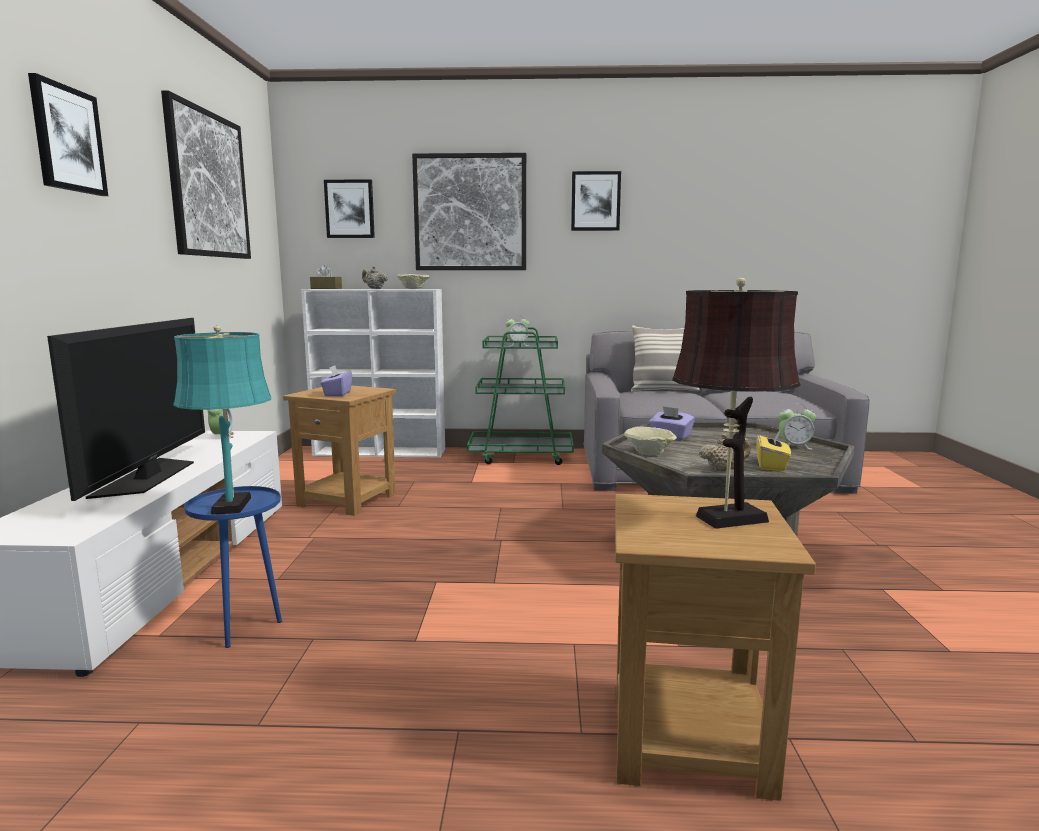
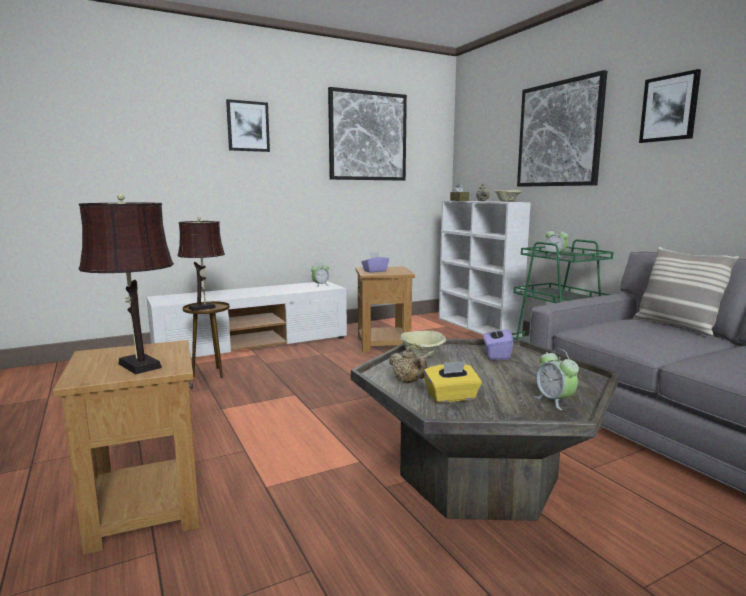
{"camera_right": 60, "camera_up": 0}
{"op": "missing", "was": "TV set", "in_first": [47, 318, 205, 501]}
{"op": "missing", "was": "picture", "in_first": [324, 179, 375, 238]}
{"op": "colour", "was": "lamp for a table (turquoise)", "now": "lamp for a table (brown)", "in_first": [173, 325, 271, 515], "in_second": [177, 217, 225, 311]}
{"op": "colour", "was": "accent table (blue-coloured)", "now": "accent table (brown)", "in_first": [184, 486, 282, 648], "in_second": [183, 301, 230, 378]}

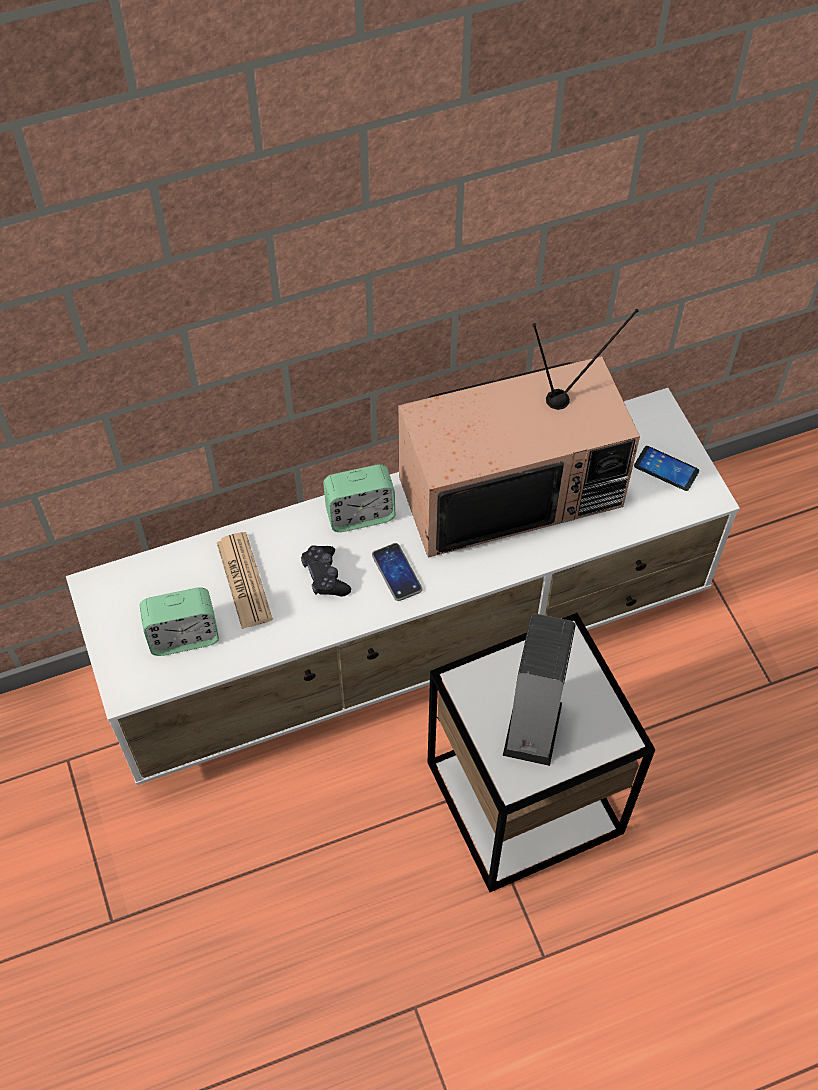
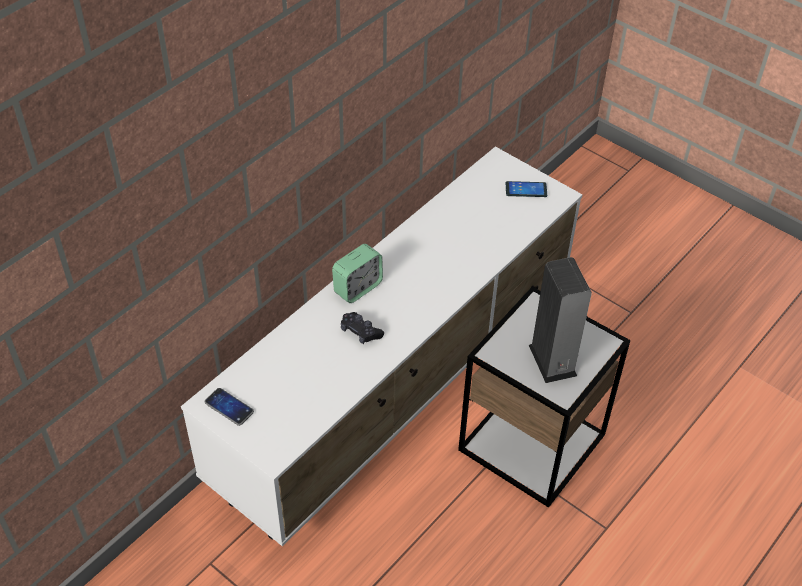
{"camera_right": -30, "camera_up": -10}
{"op": "missing", "was": "bedside clock", "in_first": [140, 587, 219, 656]}
{"op": "missing", "was": "newspaper", "in_first": [217, 532, 273, 629]}
{"op": "missing", "was": "TV set", "in_first": [398, 309, 640, 557]}
{"op": "relocated", "was": "telephone", "in_first": [372, 543, 422, 601], "in_second": [205, 388, 254, 426]}

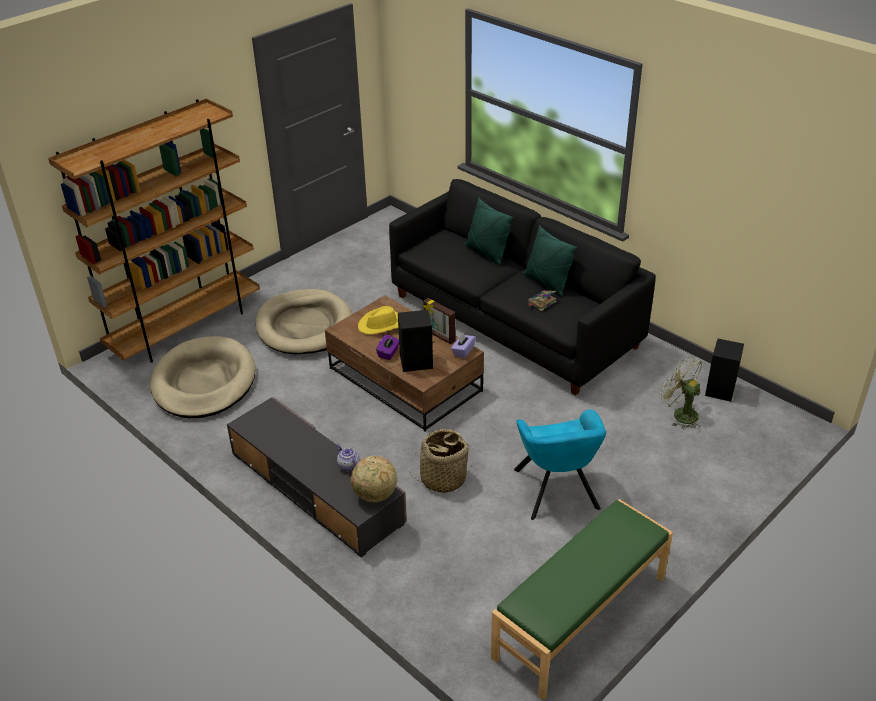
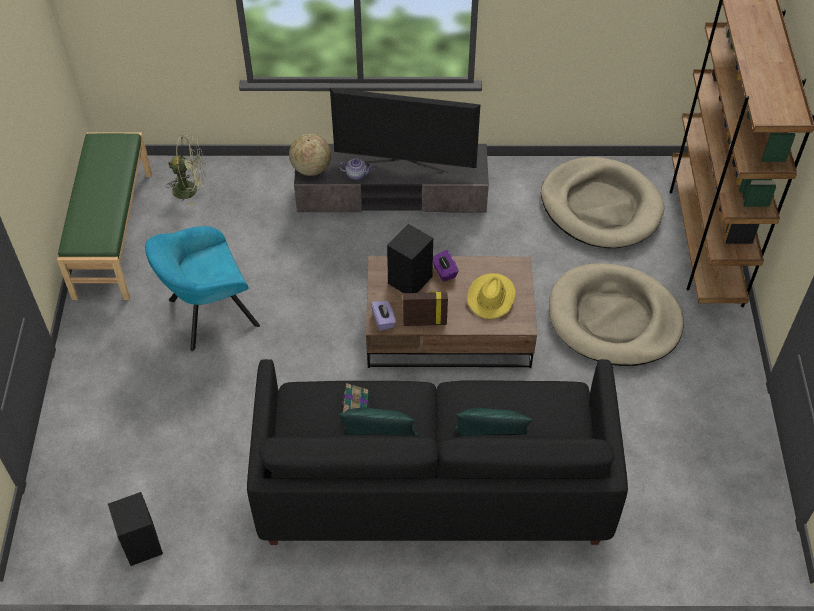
{"camera_right": 135, "camera_up": 15}
{"op": "missing", "was": "household basket", "in_first": [409, 429, 471, 493]}
{"op": "appeared", "now": "TV set", "in_second": [330, 88, 480, 173]}
{"op": "relocated", "was": "fan (green-coloured)", "in_first": [660, 356, 702, 429], "in_second": [166, 135, 206, 206]}
{"op": "spun", "was": "easy chair (turquoise)", "in_first": [514, 409, 606, 520], "in_second": [145, 226, 260, 351], "clockwise": -60}

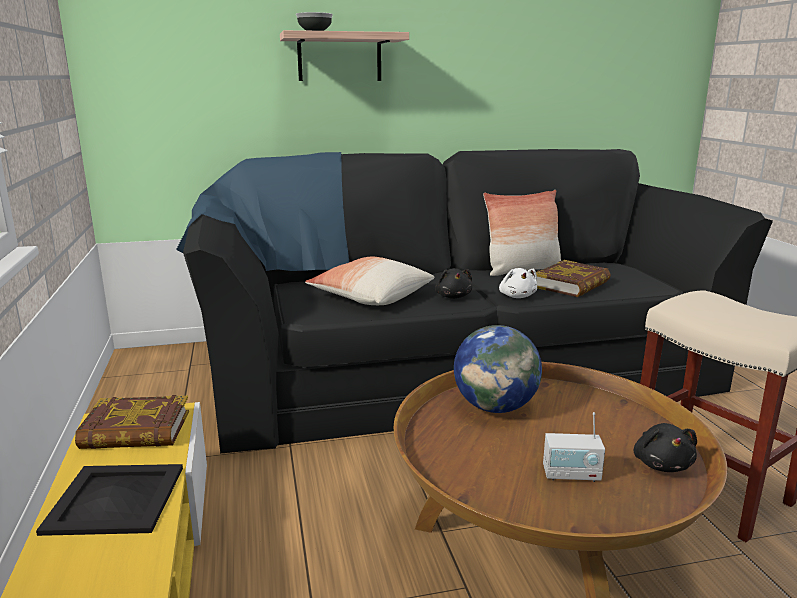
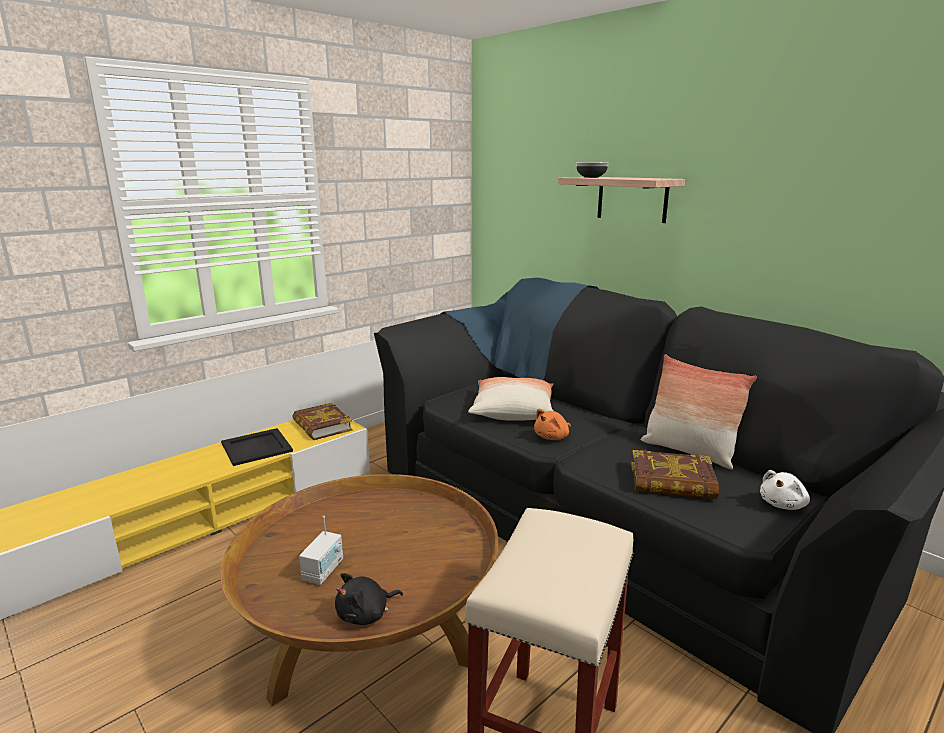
{"camera_right": 60, "camera_up": 0}
{"op": "missing", "was": "world globe", "in_first": [454, 325, 542, 413]}
{"op": "relocated", "was": "soft toy (white)", "in_first": [499, 268, 537, 298], "in_second": [760, 470, 810, 510]}
{"op": "colour", "was": "soft toy (black-coloured)", "now": "soft toy (orange)", "in_first": [435, 268, 472, 299], "in_second": [534, 408, 571, 440]}
{"op": "spun", "was": "radio", "in_first": [543, 412, 605, 482], "in_second": [299, 516, 343, 585], "clockwise": -135}

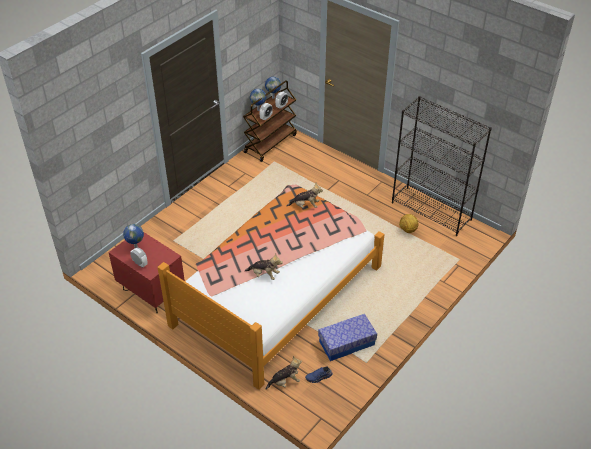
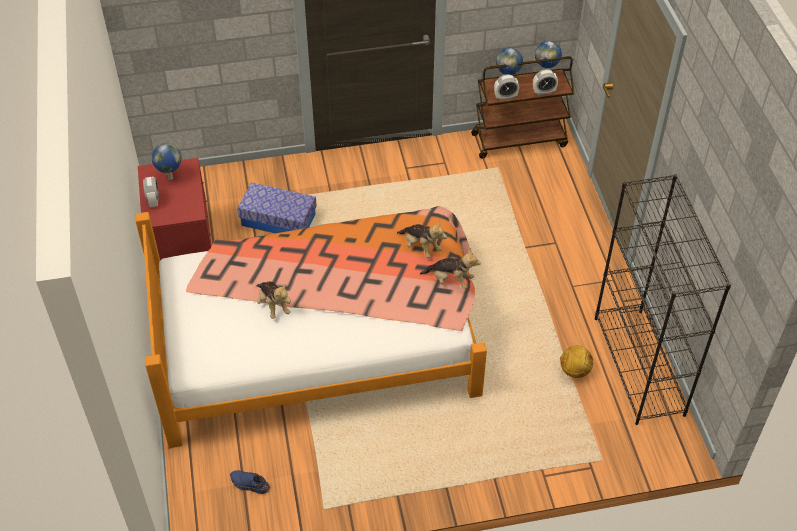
{"camera_right": 40, "camera_up": 5}
{"op": "relocated", "was": "soft toy", "in_first": [265, 356, 302, 390], "in_second": [420, 248, 481, 289]}
{"op": "relocated", "was": "storage container", "in_first": [318, 314, 377, 361], "in_second": [237, 182, 317, 233]}

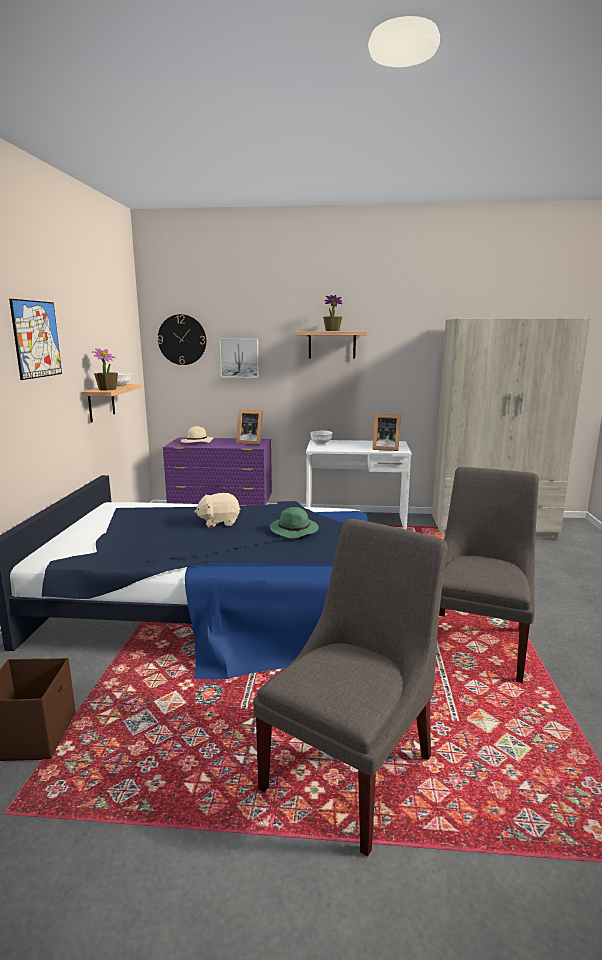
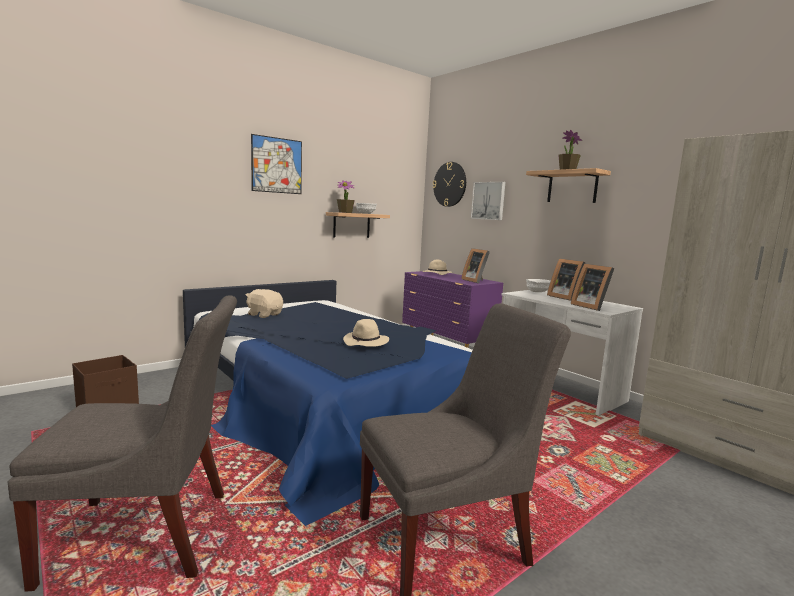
{"camera_right": 45, "camera_up": -5}
{"op": "appeared", "now": "standing frame", "in_second": [547, 258, 585, 301]}
{"op": "relocated", "was": "soft toy (beige)", "in_first": [194, 493, 240, 528], "in_second": [246, 289, 283, 318]}
{"op": "colour", "was": "hat (green-coloured)", "now": "hat (beige)", "in_first": [270, 507, 319, 539], "in_second": [343, 319, 389, 347]}

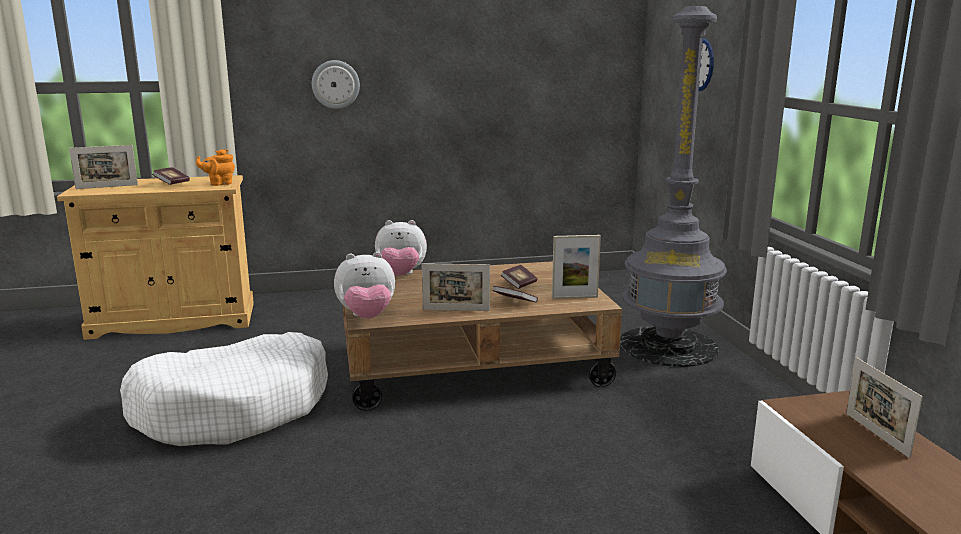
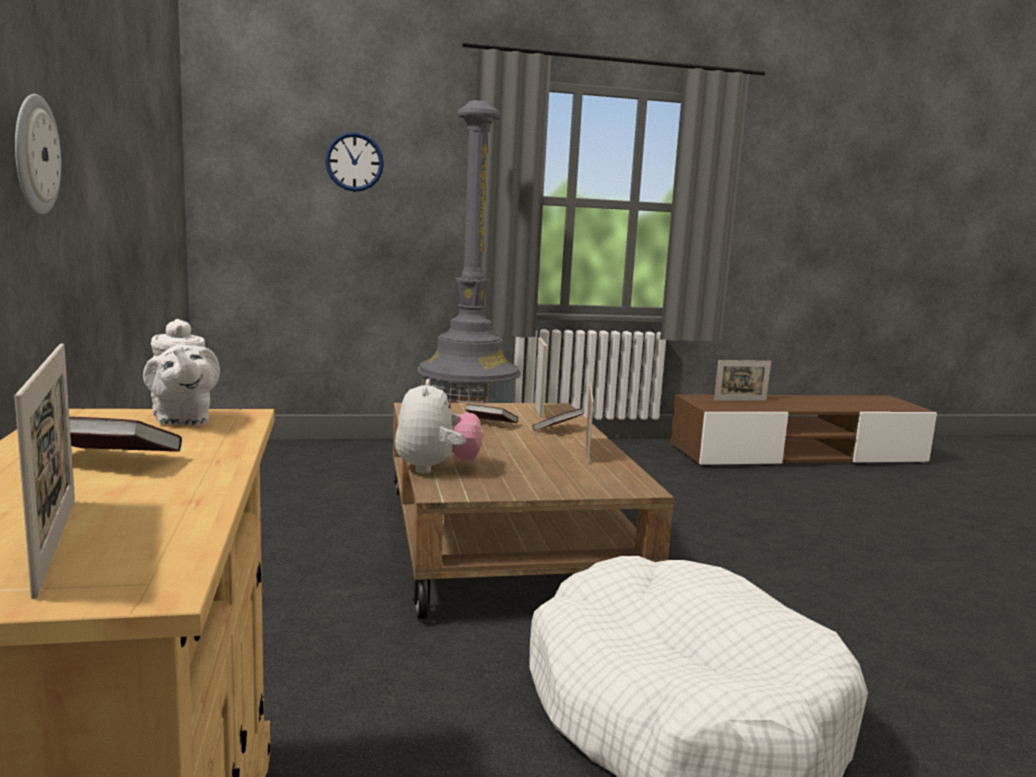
{"camera_right": -90, "camera_up": -5}
{"op": "missing", "was": "soft toy", "in_first": [334, 252, 395, 319]}
{"op": "colour", "was": "pot for tea (orange)", "now": "pot for tea (white)", "in_first": [196, 149, 235, 186], "in_second": [143, 319, 220, 425]}

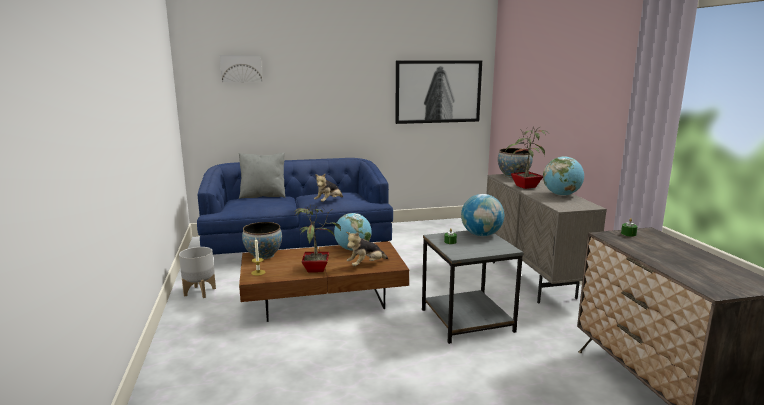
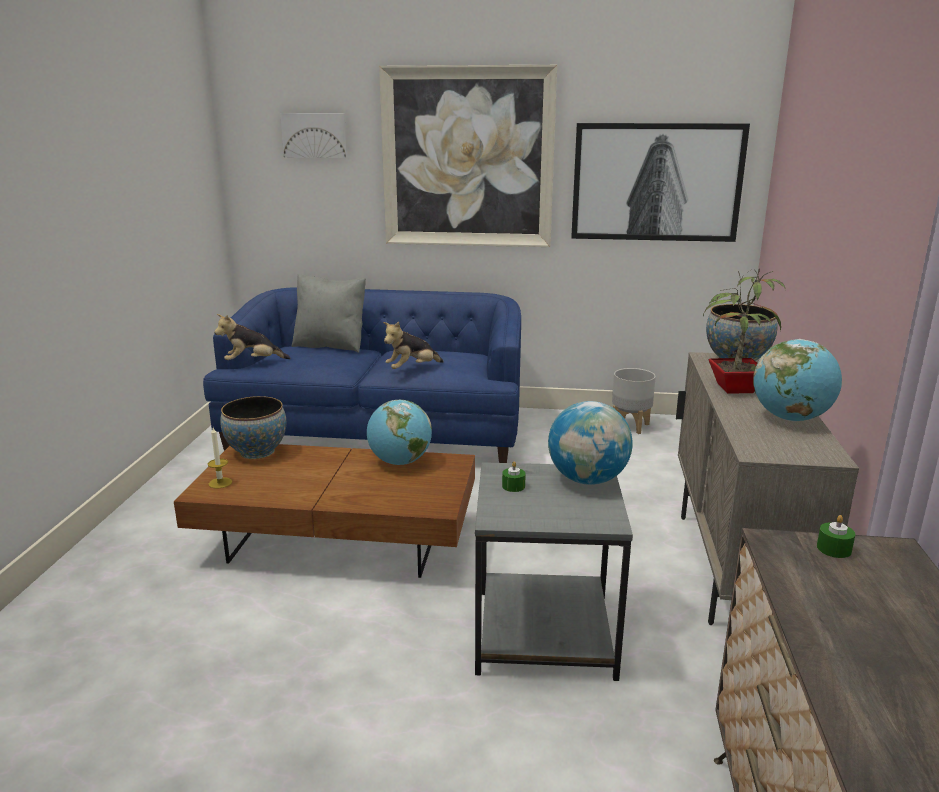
{"camera_right": 20, "camera_up": 5}
{"op": "missing", "was": "plant in a pot", "in_first": [294, 206, 341, 272]}
{"op": "appeared", "now": "picture", "in_second": [379, 65, 557, 247]}
{"op": "relocated", "was": "plant pot (greyish)", "in_first": [179, 247, 216, 298], "in_second": [612, 368, 656, 434]}
{"op": "relocated", "was": "soft toy", "in_first": [346, 232, 388, 266], "in_second": [214, 314, 290, 360]}

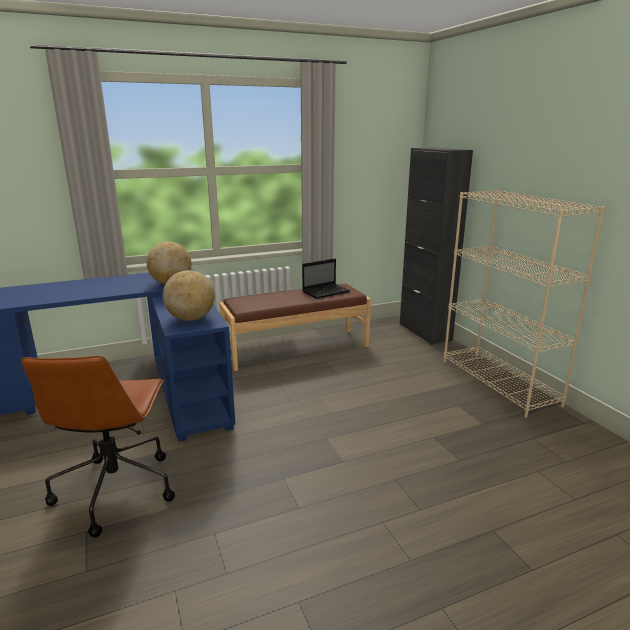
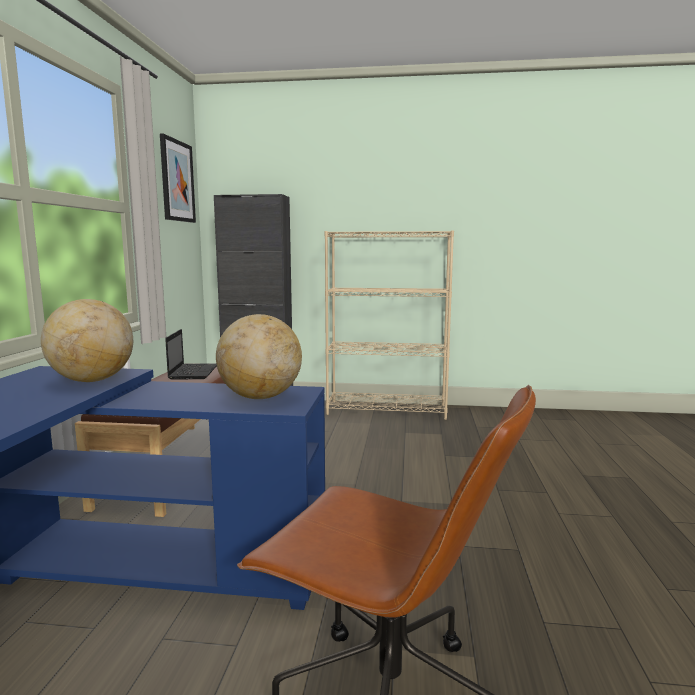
{"camera_right": -60, "camera_up": -10}
{"op": "appeared", "now": "picture", "in_second": [160, 133, 196, 223]}

